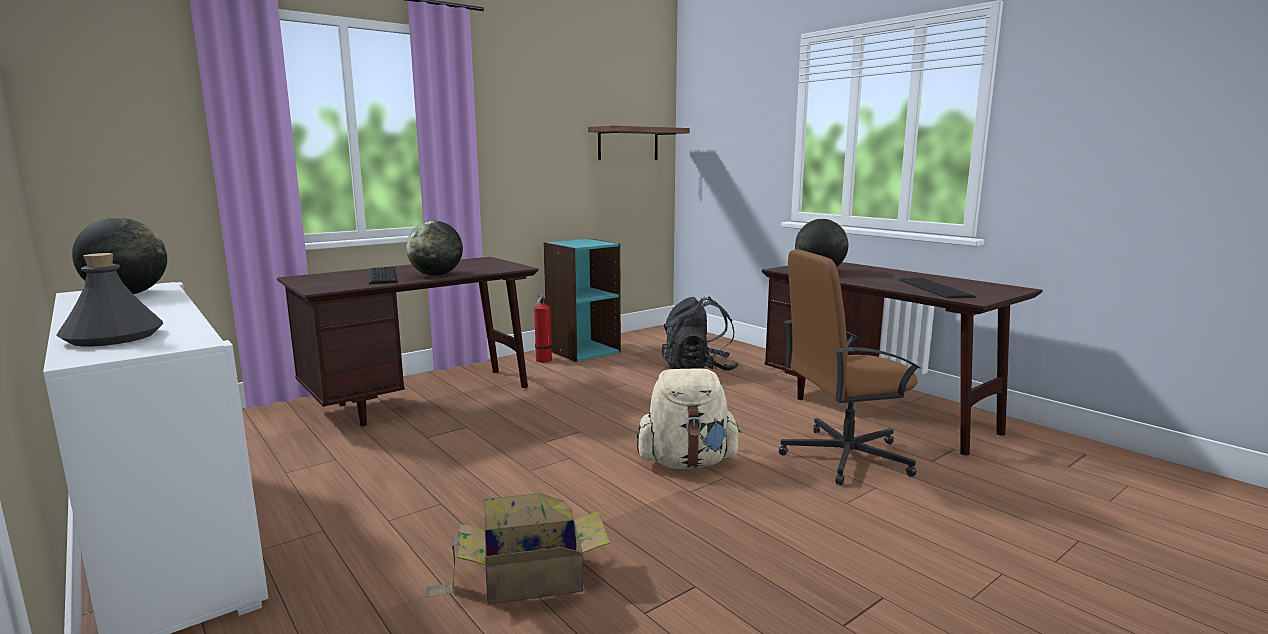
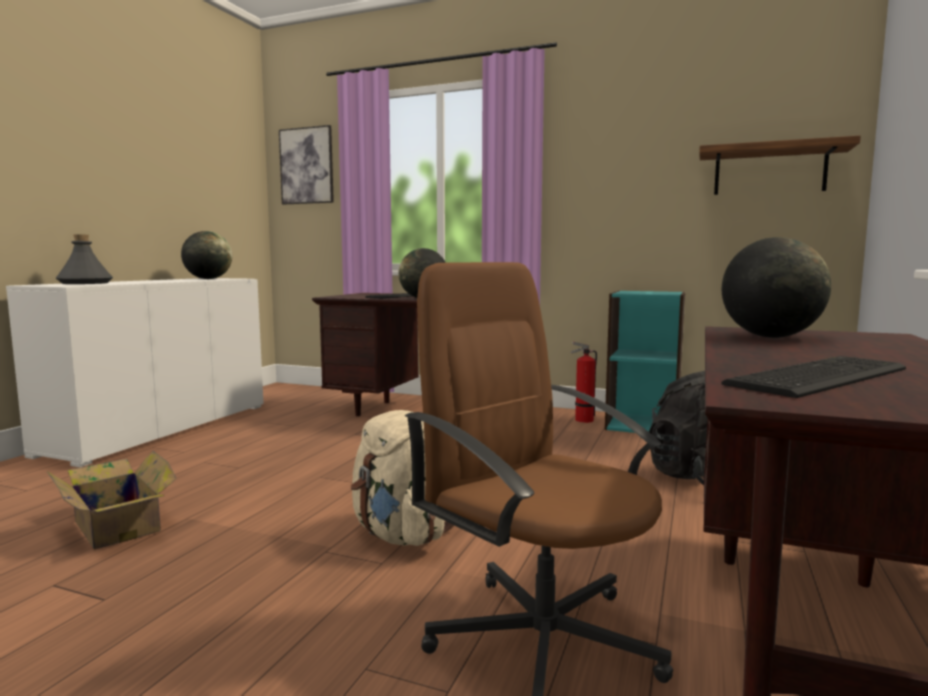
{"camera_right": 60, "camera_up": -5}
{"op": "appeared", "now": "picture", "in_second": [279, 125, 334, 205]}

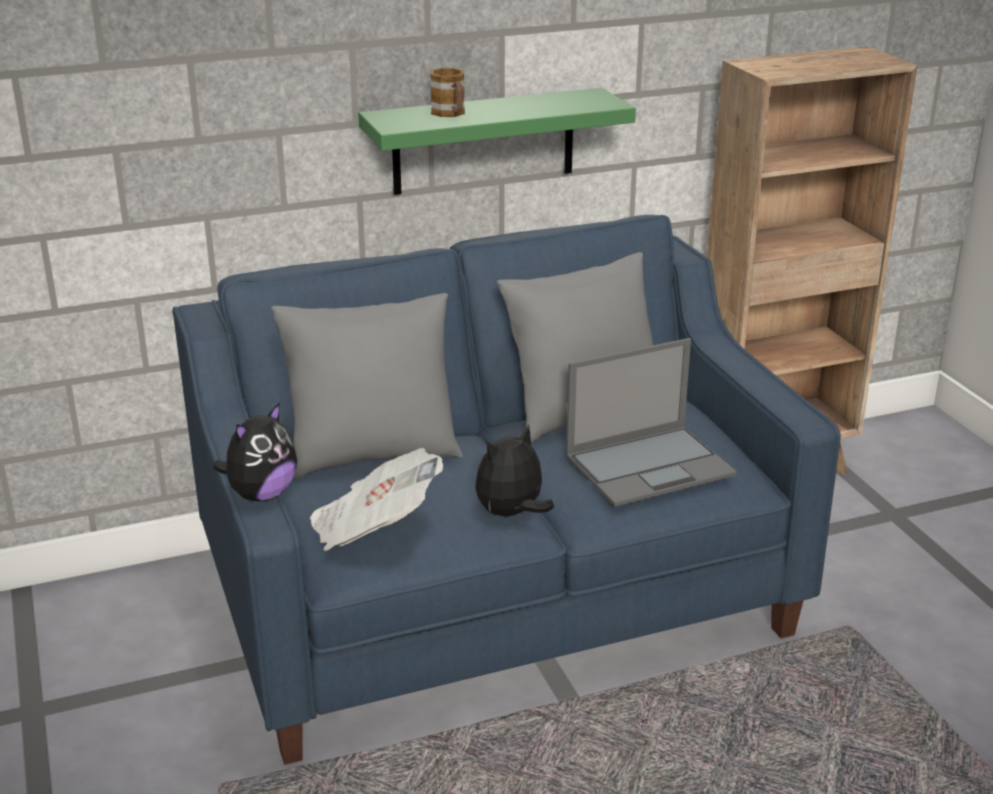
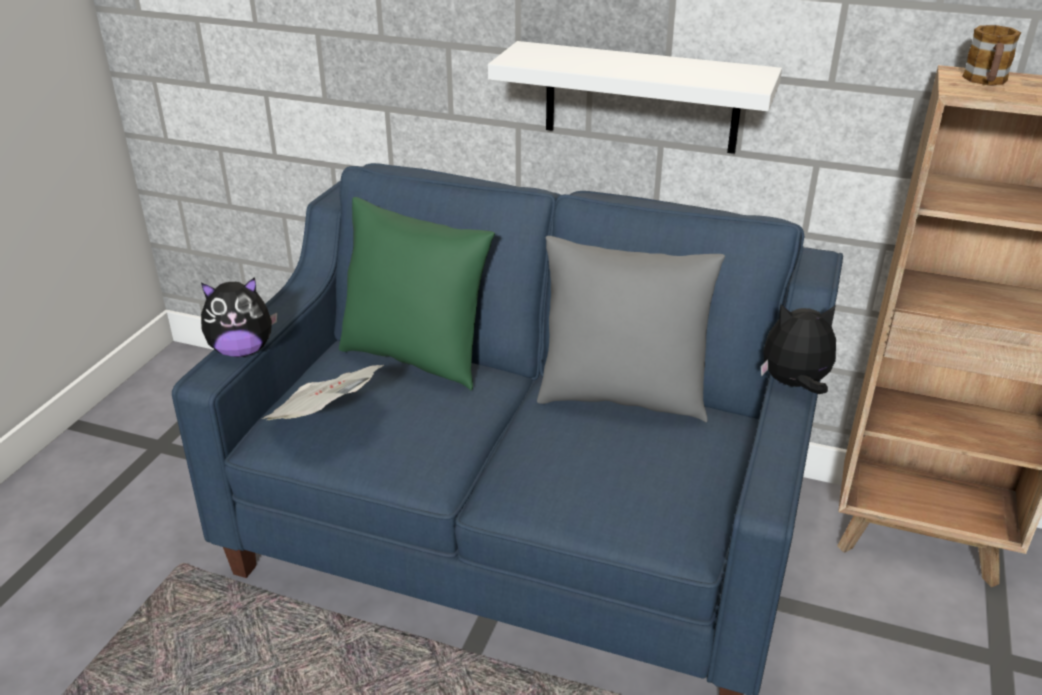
{"camera_right": 40, "camera_up": 5}
{"op": "missing", "was": "notebook computer", "in_first": [566, 338, 737, 507]}
{"op": "relocated", "was": "tea mug", "in_first": [430, 68, 465, 117], "in_second": [962, 25, 1021, 85]}
{"op": "relocated", "was": "soft toy", "in_first": [475, 425, 554, 516], "in_second": [761, 304, 836, 394]}
{"op": "colour", "was": "cushion (greyish)", "now": "cushion (green-coloured)", "in_first": [271, 293, 463, 478], "in_second": [339, 197, 495, 390]}
{"op": "colour", "was": "shelf (green-coloured)", "now": "shelf (white)", "in_first": [358, 88, 636, 195], "in_second": [488, 41, 782, 154]}

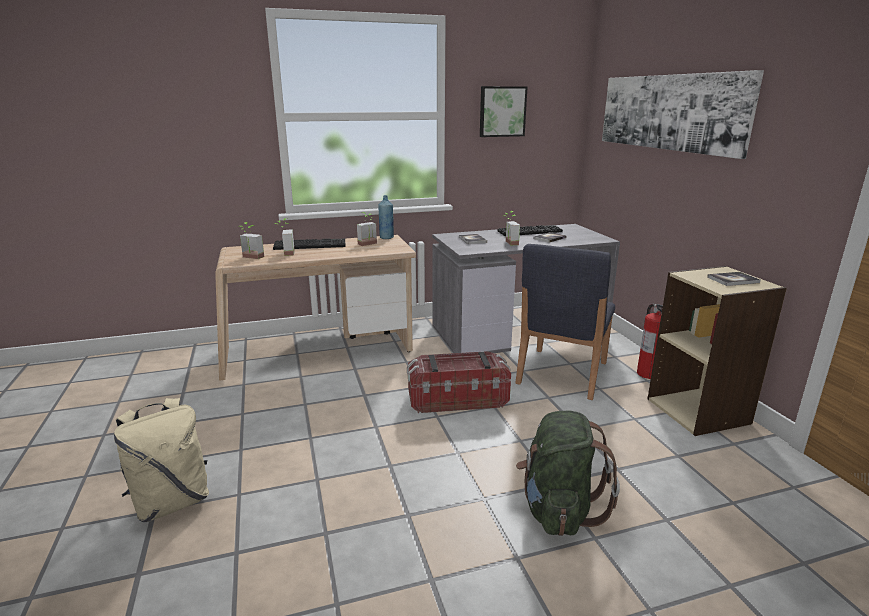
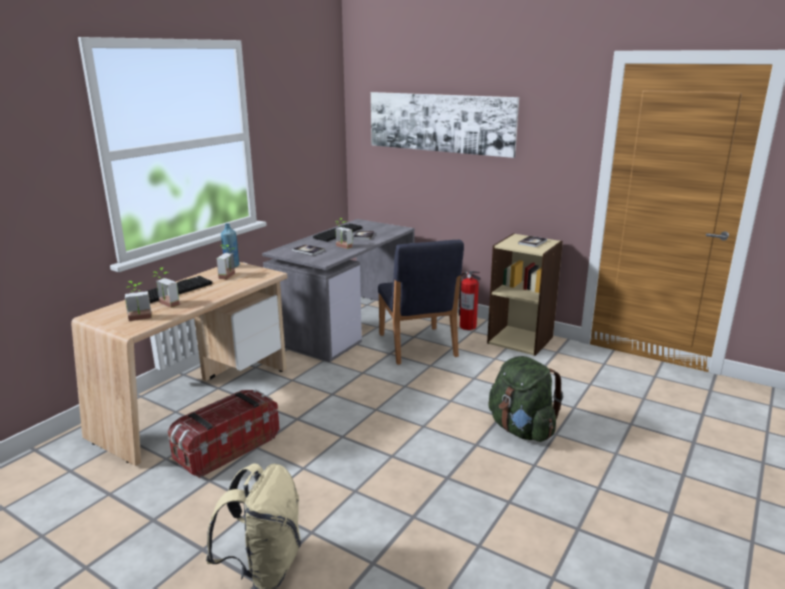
{"camera_right": -40, "camera_up": 0}
{"op": "missing", "was": "picture", "in_first": [480, 86, 527, 137]}
{"op": "relocated", "was": "storage container", "in_first": [407, 351, 511, 413], "in_second": [168, 389, 280, 478]}

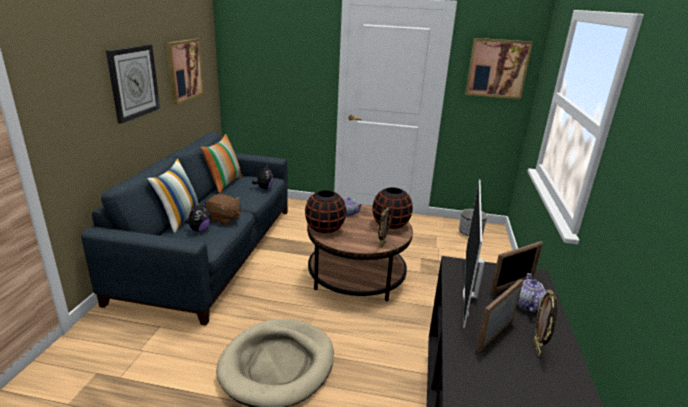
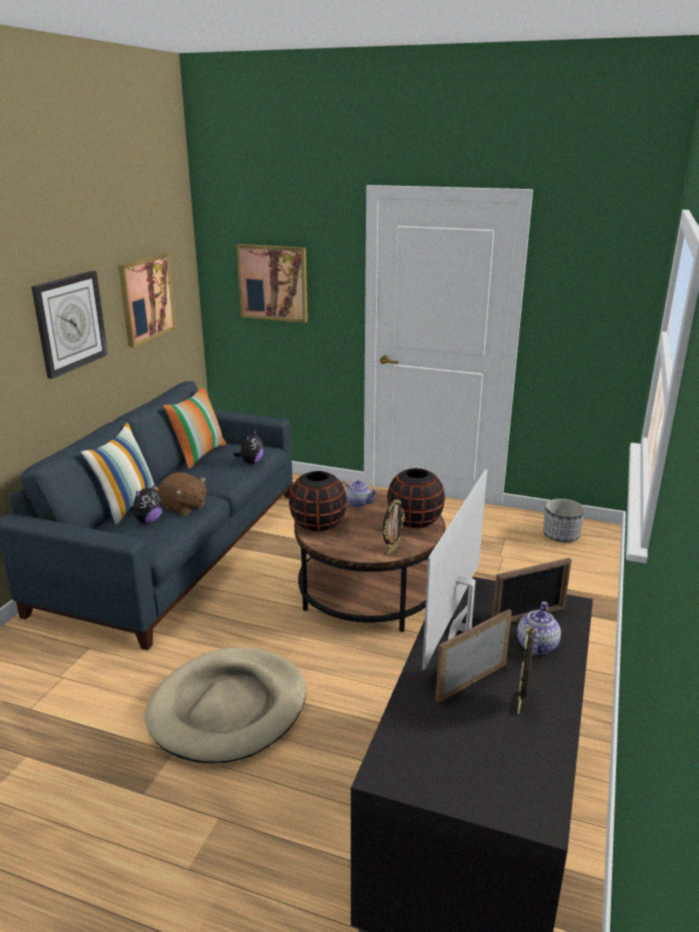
{"camera_right": 10, "camera_up": 0}
{"op": "relocated", "was": "picture", "in_first": [465, 38, 533, 99], "in_second": [237, 244, 308, 323]}

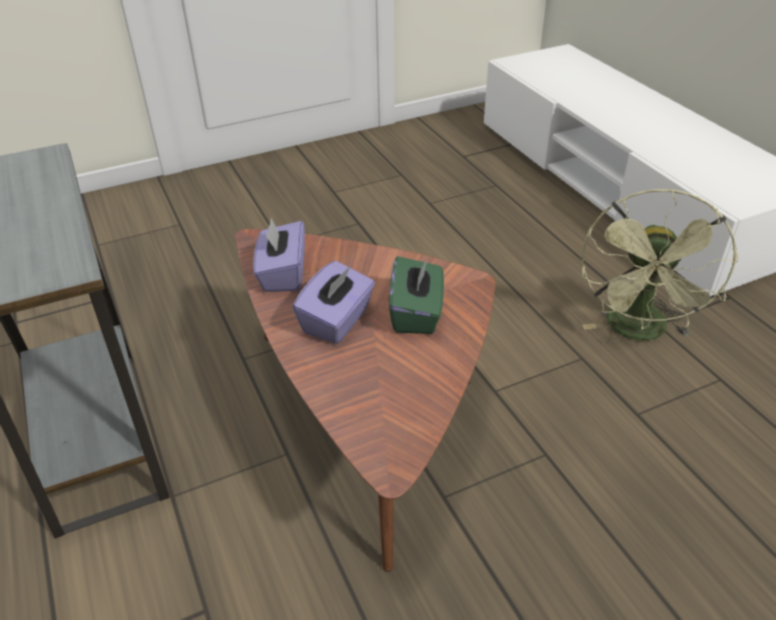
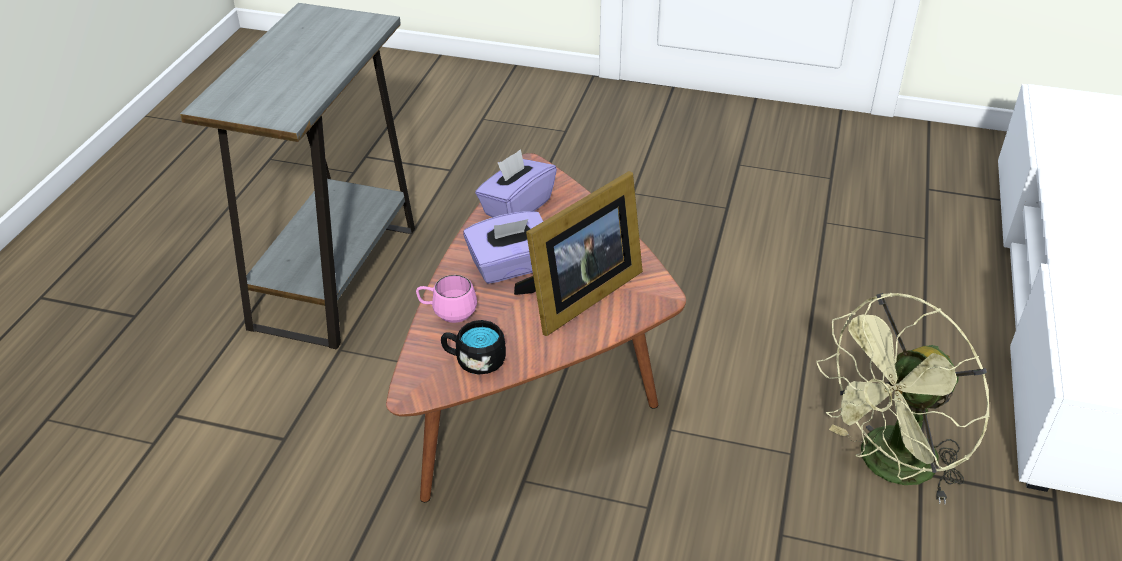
{"camera_right": 40, "camera_up": 0}
{"op": "appeared", "now": "tea mug (pinkish)", "in_second": [416, 275, 477, 323]}
{"op": "appeared", "now": "tea mug (black-coloured)", "in_second": [441, 320, 506, 374]}
{"op": "exchanged", "was": "tissue holder (green-coloured)", "now": "standing frame", "in_first": [389, 256, 444, 334], "in_second": [514, 171, 643, 336]}

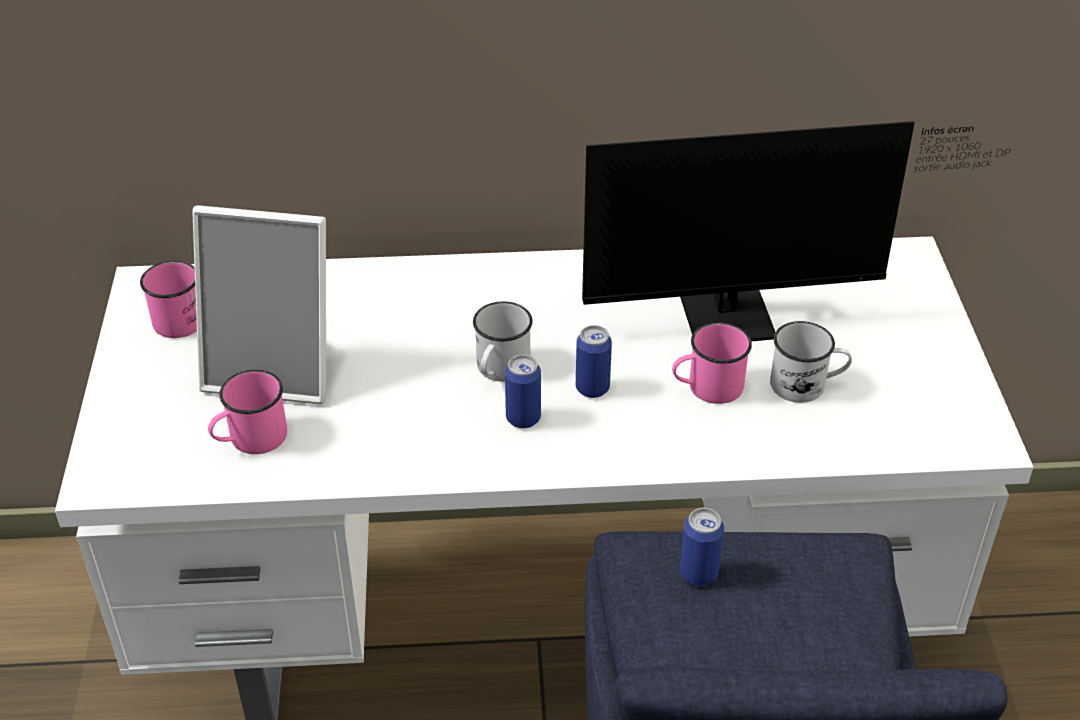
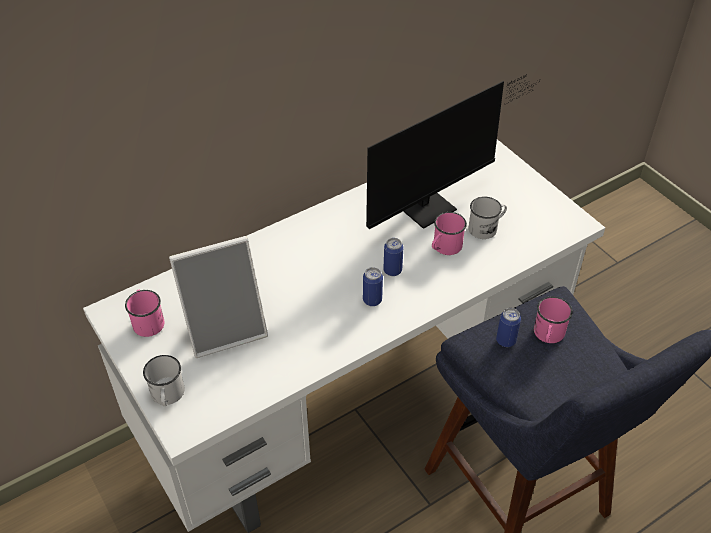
{"camera_right": -30, "camera_up": 5}
{"op": "relocated", "was": "tea mug (pinkish)", "in_first": [208, 370, 287, 454], "in_second": [534, 296, 573, 343]}
{"op": "relocated", "was": "tea mug (white)", "in_first": [473, 301, 533, 382], "in_second": [143, 355, 185, 406]}

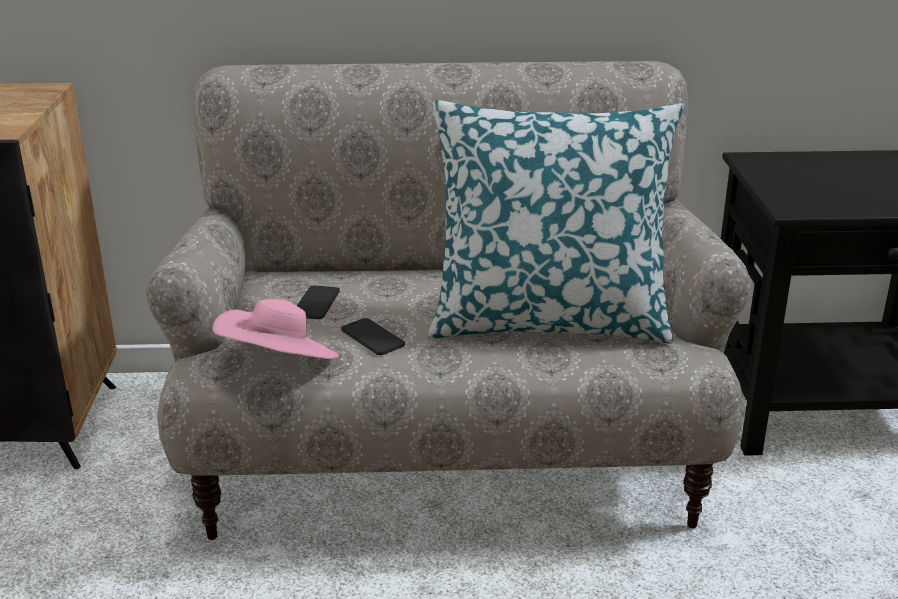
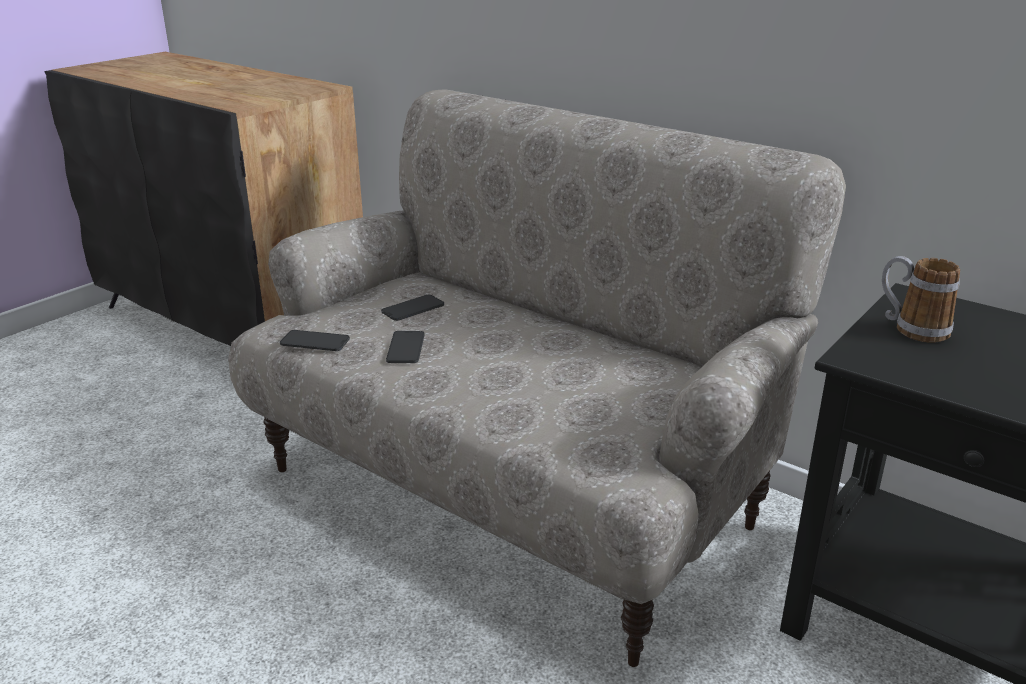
{"camera_right": 40, "camera_up": 0}
{"op": "missing", "was": "cushion", "in_first": [428, 100, 683, 344]}
{"op": "appeared", "now": "tea mug", "in_second": [882, 256, 960, 343]}
{"op": "exchanged", "was": "hat (pinkish)", "now": "telephone", "in_first": [213, 299, 339, 359], "in_second": [280, 330, 350, 351]}

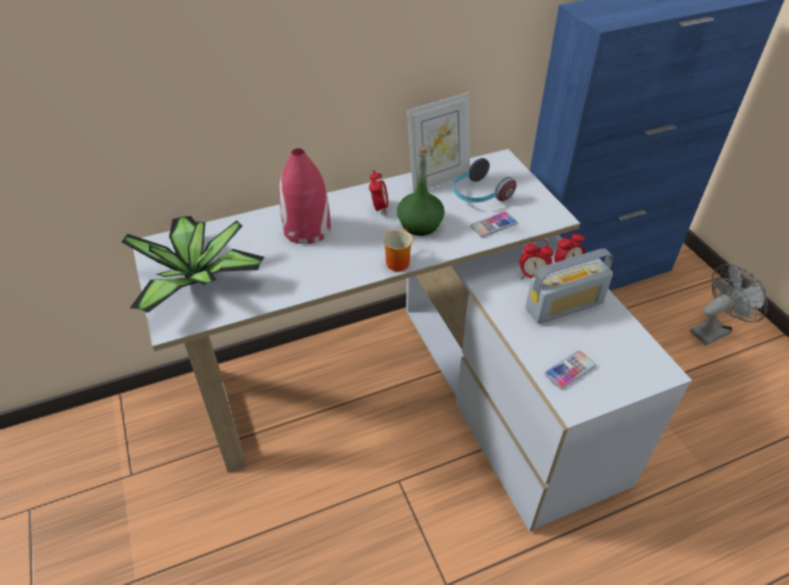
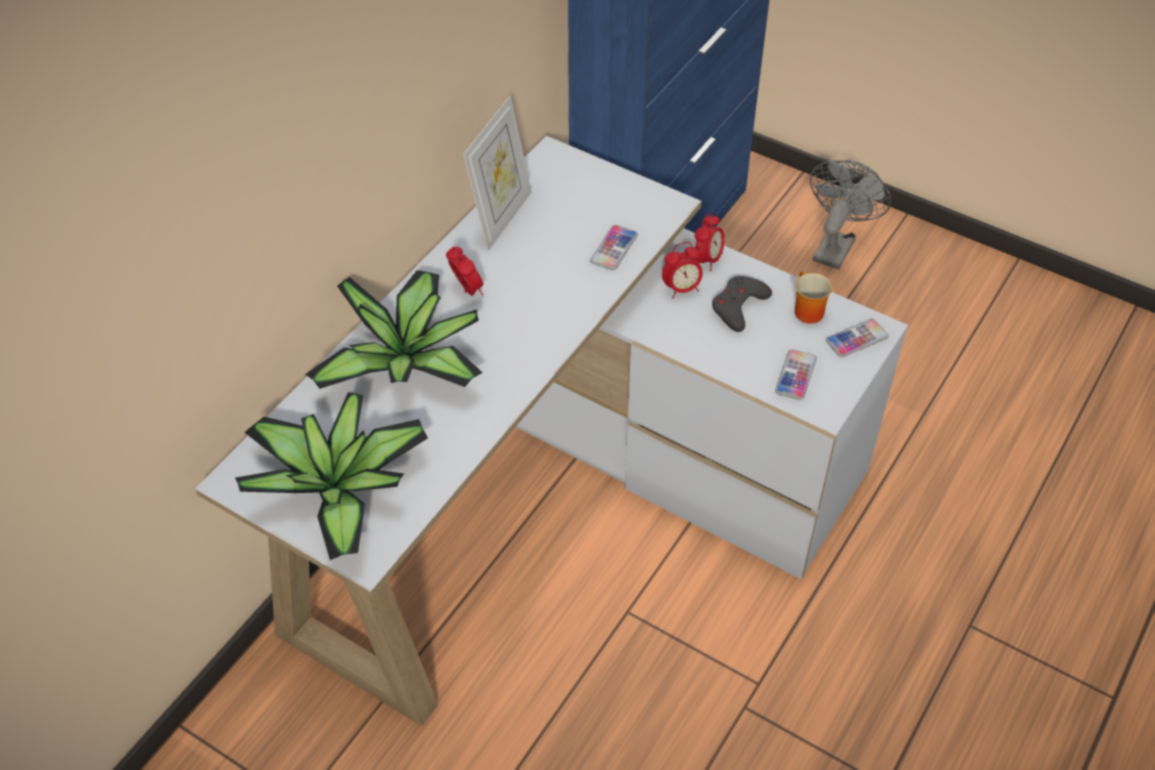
{"camera_right": -35, "camera_up": 5}
{"op": "missing", "was": "drink bottle (green-coloured)", "in_first": [397, 146, 445, 236]}
{"op": "missing", "was": "headphones", "in_first": [453, 158, 517, 203]}
{"op": "appeared", "now": "telephone", "in_second": [826, 319, 889, 357]}
{"op": "relocated", "was": "tea mug", "in_first": [383, 229, 413, 271], "in_second": [795, 271, 833, 324]}
{"op": "exchanged", "was": "flower vase (red)", "now": "plant in a pot", "in_first": [279, 148, 331, 244], "in_second": [305, 270, 483, 389]}
{"op": "exchanged", "was": "radio", "now": "joypad (greyish)", "in_first": [525, 248, 614, 324], "in_second": [712, 276, 772, 332]}

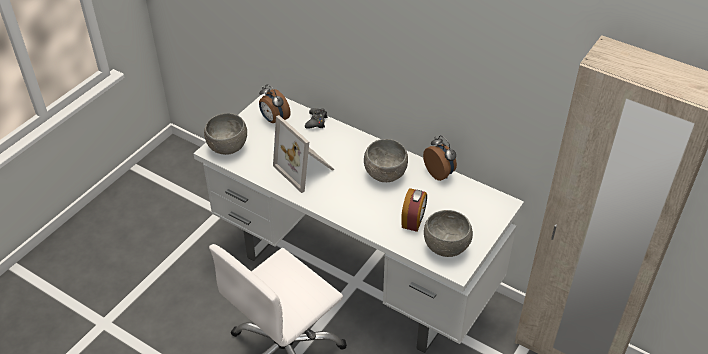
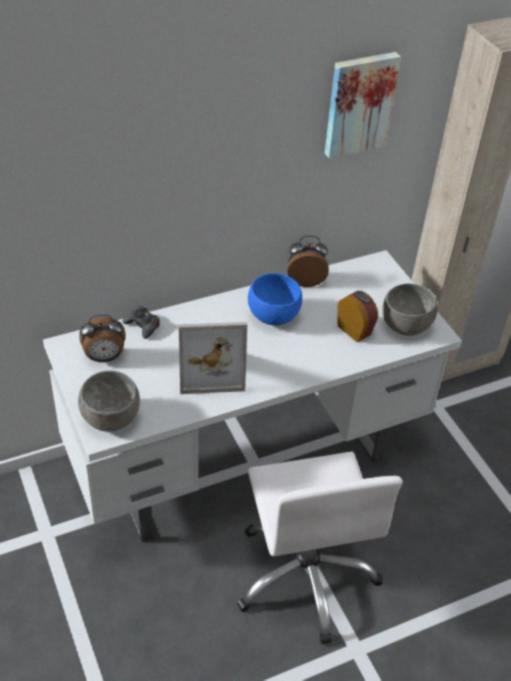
{"camera_right": -60, "camera_up": 0}
{"op": "appeared", "now": "picture", "in_second": [325, 52, 401, 158]}
{"op": "colour", "was": "bowl (greyish)", "now": "bowl (blue-coloured)", "in_first": [364, 139, 408, 182], "in_second": [248, 273, 302, 325]}

